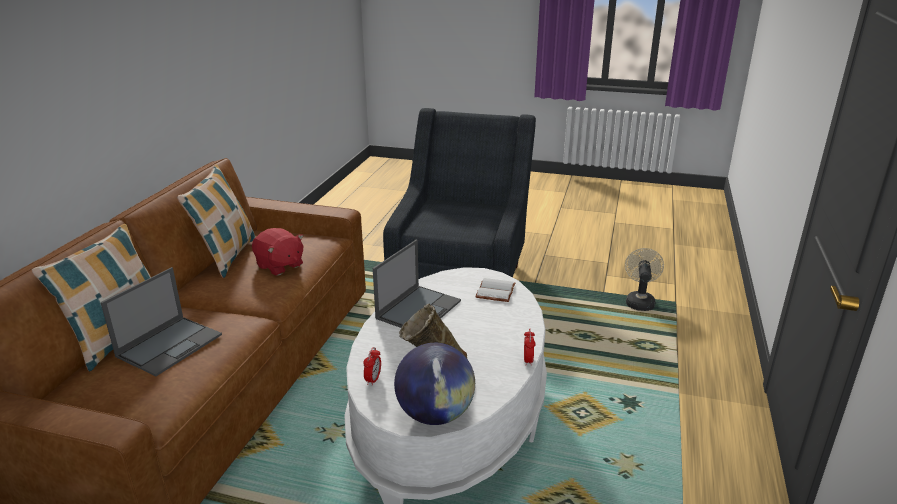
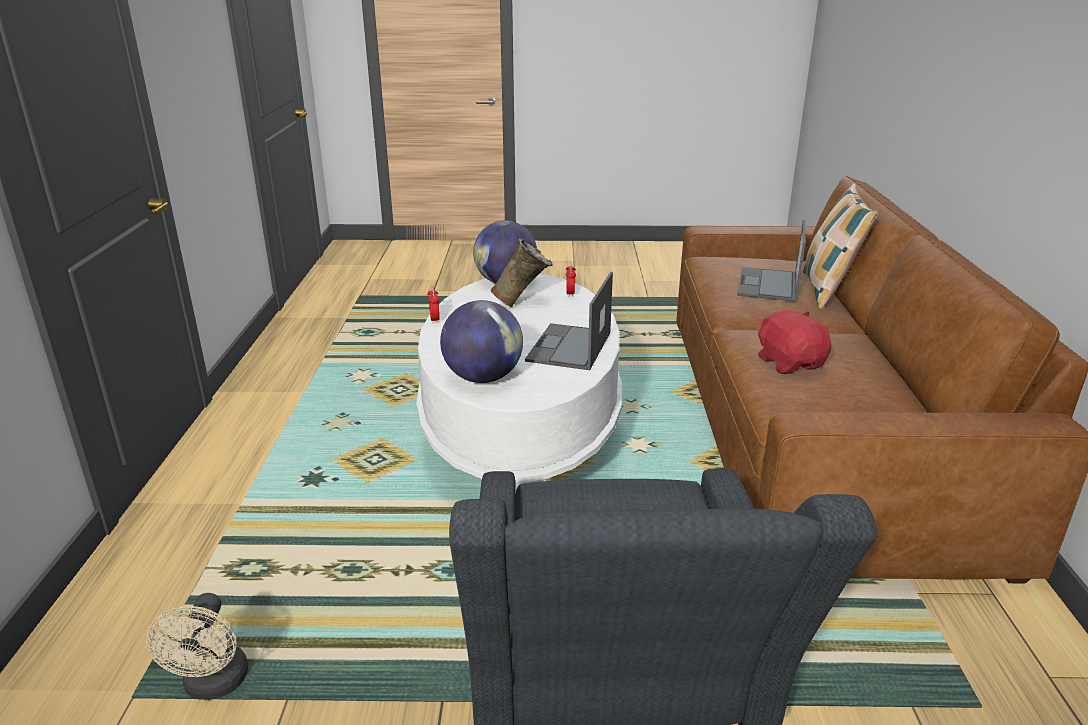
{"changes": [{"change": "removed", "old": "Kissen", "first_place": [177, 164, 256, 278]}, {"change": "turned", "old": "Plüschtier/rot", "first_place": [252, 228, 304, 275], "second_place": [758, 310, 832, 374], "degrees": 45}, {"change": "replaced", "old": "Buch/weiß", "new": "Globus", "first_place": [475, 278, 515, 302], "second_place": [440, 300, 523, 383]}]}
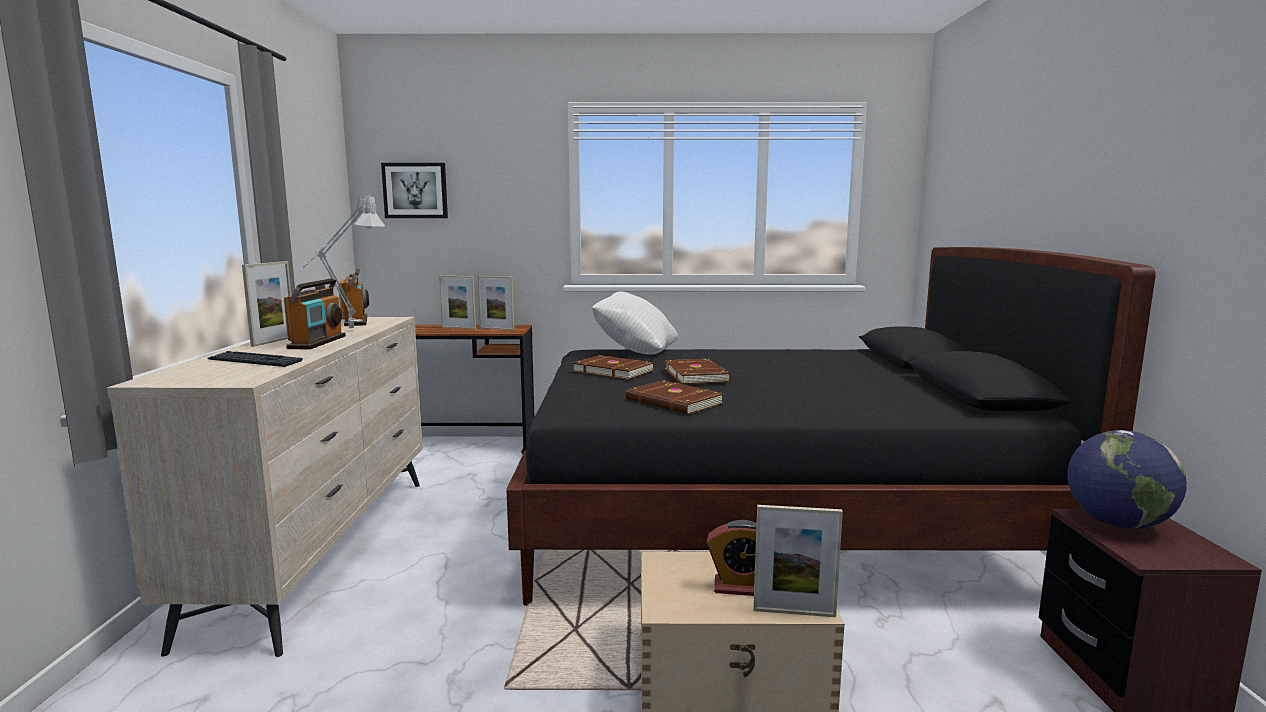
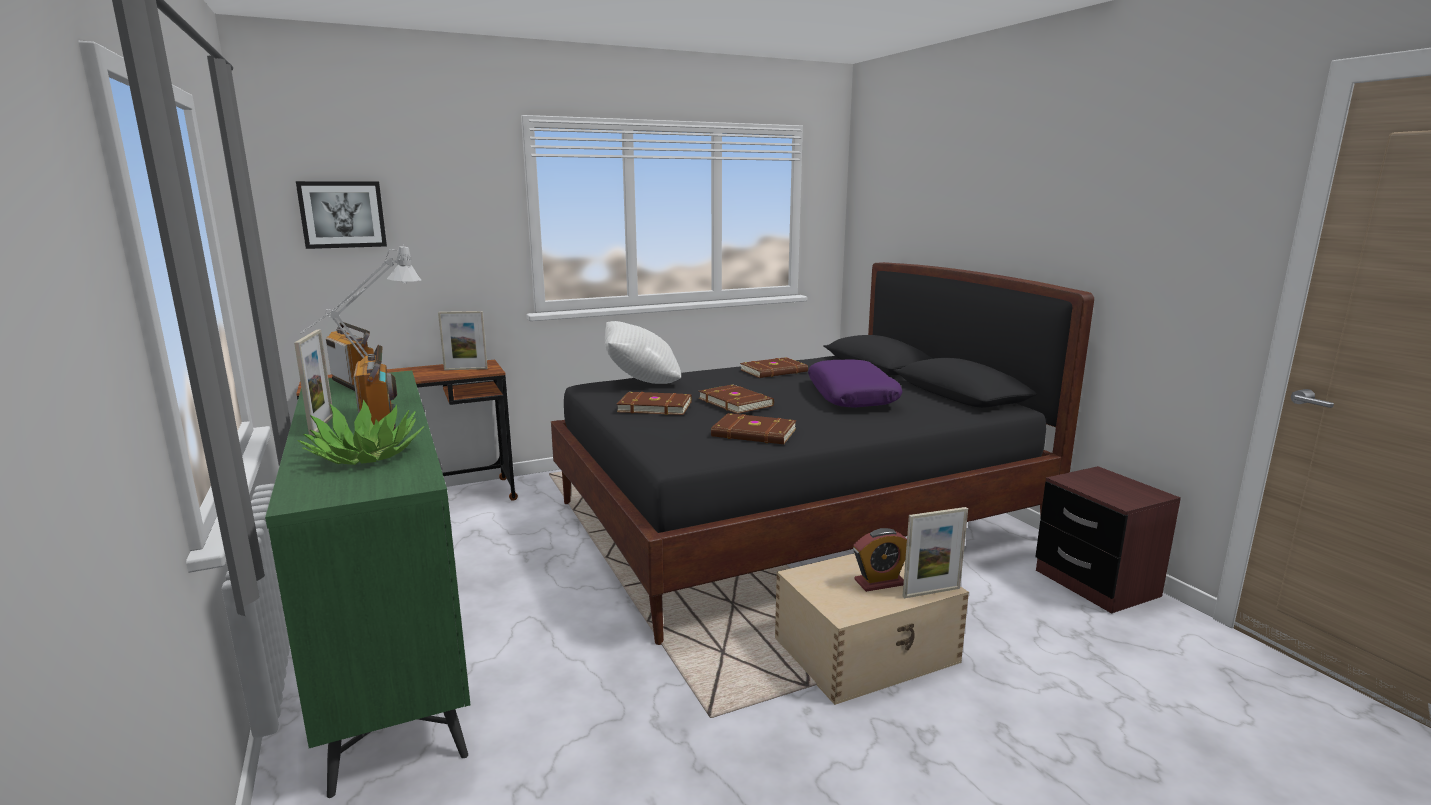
{"changes": [{"change": "recoloured", "old": "Kommode/beige", "new": "Kommode/grün", "first_place": [107, 317, 423, 657], "second_place": [265, 370, 470, 798]}, {"change": "replaced", "old": "Tastatur", "new": "Topfpflanze", "first_place": [208, 351, 303, 367], "second_place": [298, 400, 424, 465]}, {"change": "removed", "old": "Bilderrahmen", "first_place": [439, 275, 476, 329]}, {"change": "removed", "old": "Globus", "first_place": [1068, 430, 1187, 529]}, {"change": "added", "new": "Buch/braun", "second_place": [740, 357, 808, 378]}, {"change": "added", "new": "Kissen/lila", "second_place": [808, 359, 902, 408]}]}
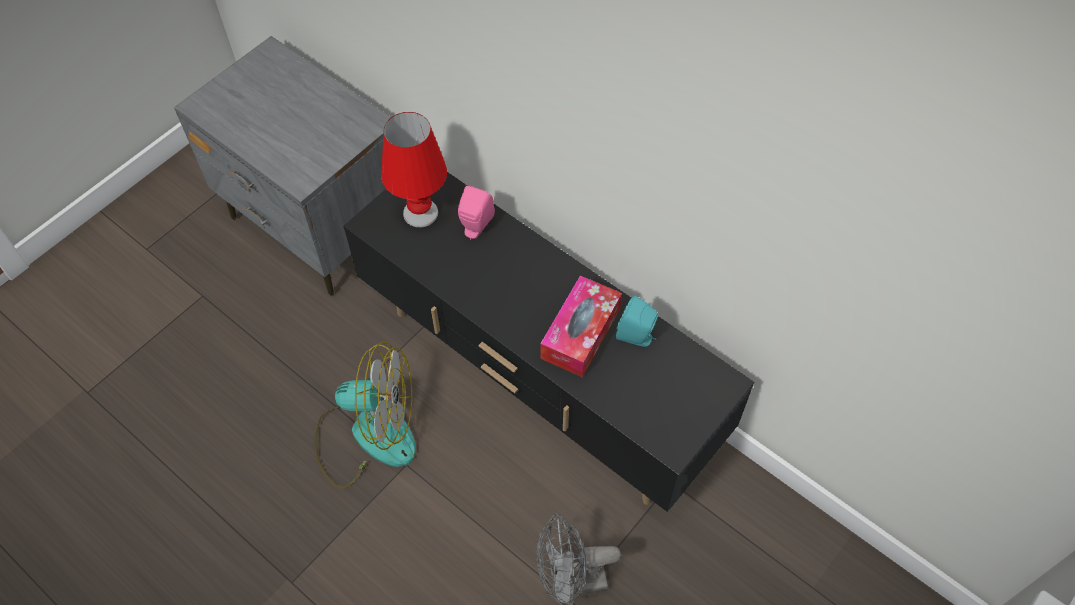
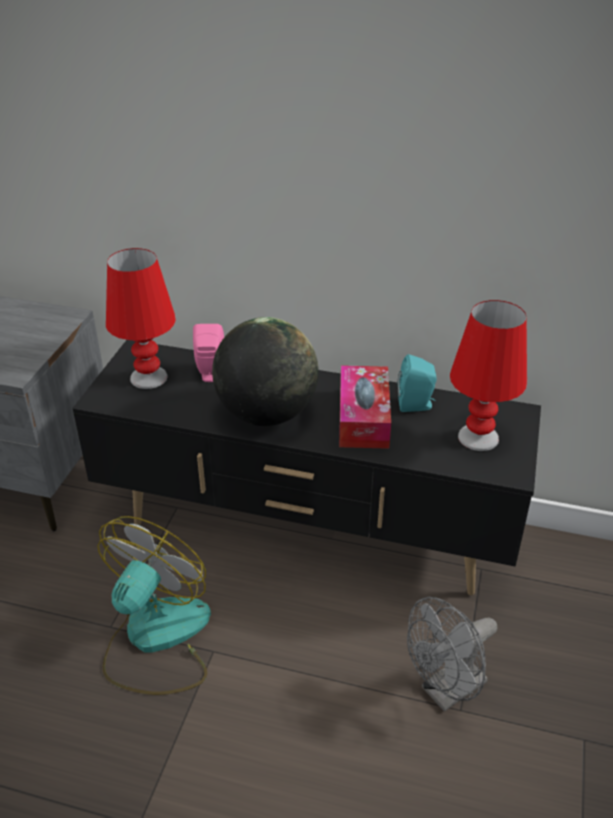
{"changes": [{"change": "turned", "old": "Ventilator", "first_place": [315, 342, 416, 489], "second_place": [97, 516, 211, 695], "degrees": -45}, {"change": "added", "new": "Globus", "second_place": [212, 317, 319, 426]}, {"change": "added", "new": "Tischlampe/rot", "second_place": [450, 300, 527, 451]}]}
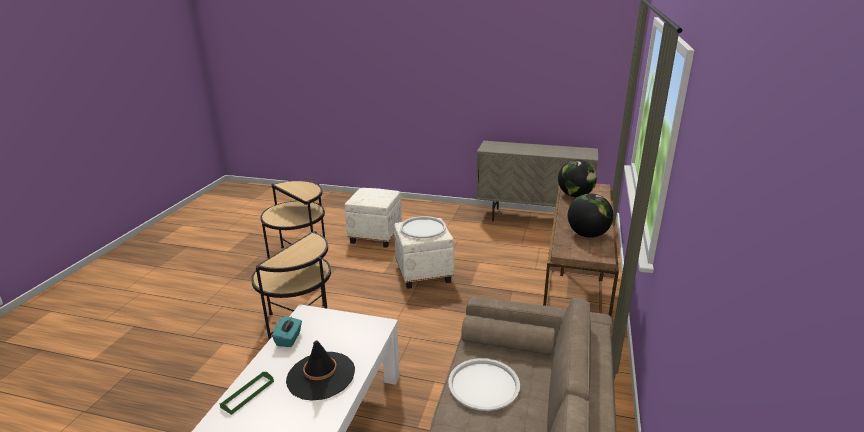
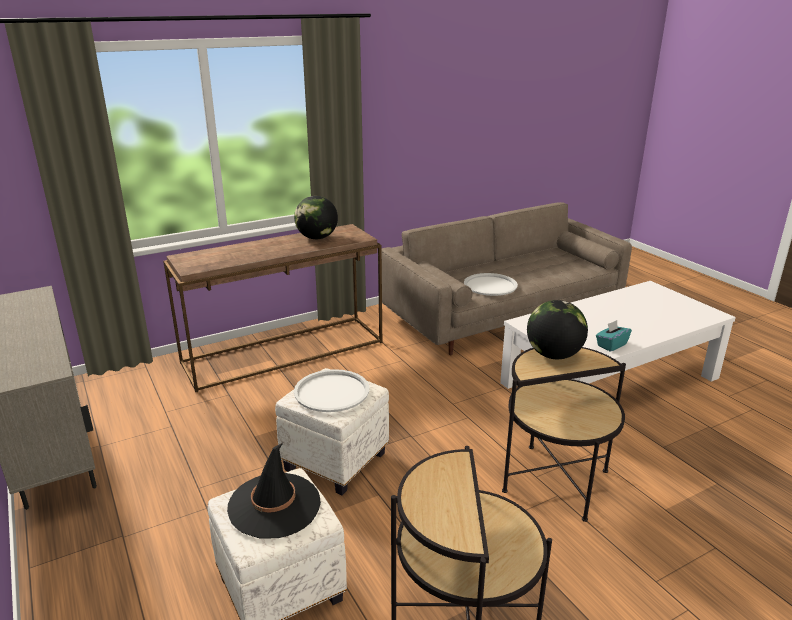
{"changes": [{"change": "removed", "old": "Tablett/grün", "first_place": [220, 372, 274, 415]}, {"change": "moved", "old": "Hut/schwarz", "first_place": [286, 341, 355, 401], "second_place": [227, 443, 321, 538]}, {"change": "moved", "old": "Globus", "first_place": [558, 159, 597, 197], "second_place": [527, 300, 588, 359]}]}
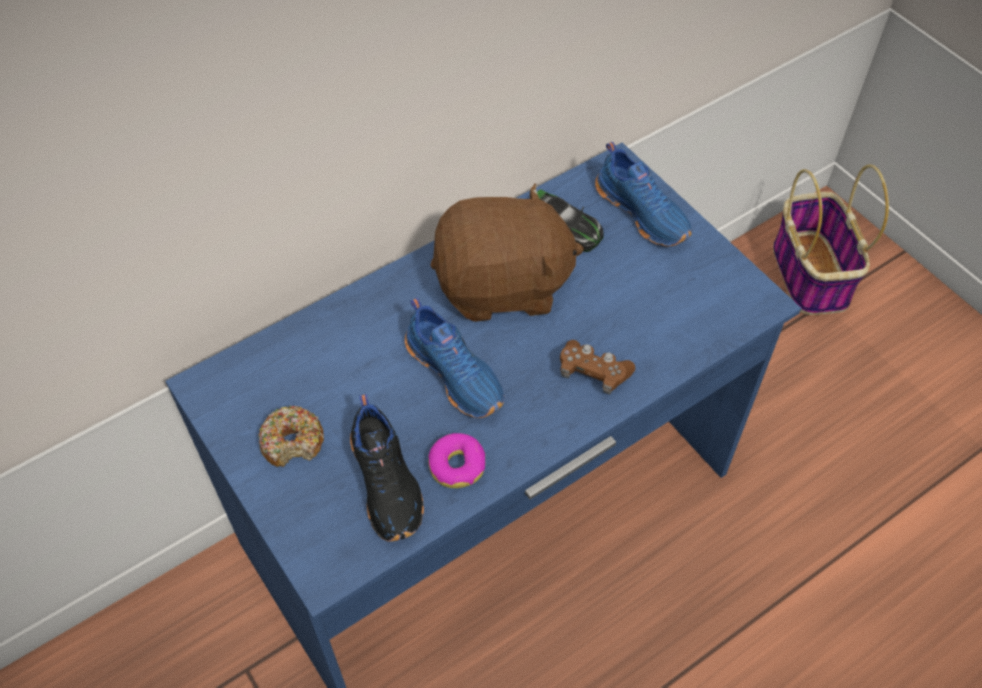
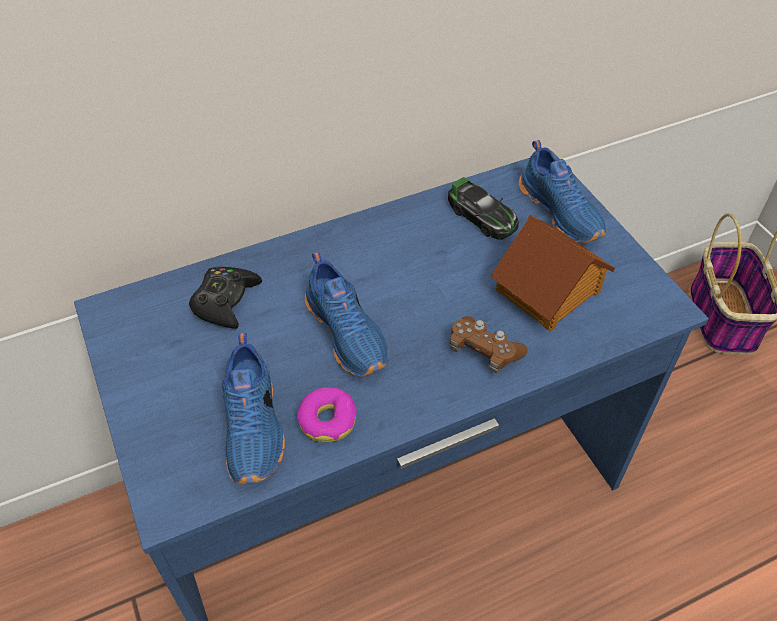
{"changes": [{"change": "removed", "old": "Donut", "first_place": [259, 406, 324, 467]}, {"change": "recoloured", "old": "Schuh/schwarz", "new": "Schuh/blau", "first_place": [350, 394, 424, 542], "second_place": [222, 333, 285, 484]}, {"change": "removed", "old": "Plüschtier/braun", "first_place": [430, 184, 584, 322]}, {"change": "added", "new": "Gamepad/schwarz", "second_place": [189, 267, 262, 329]}, {"change": "added", "new": "Spielzeughaus", "second_place": [490, 215, 615, 331]}]}
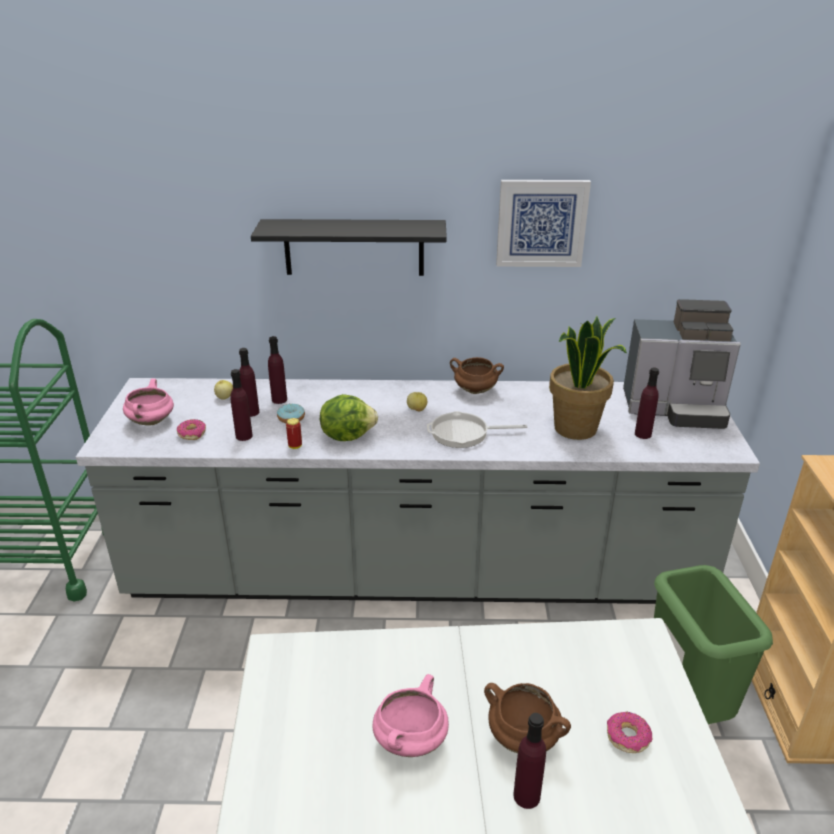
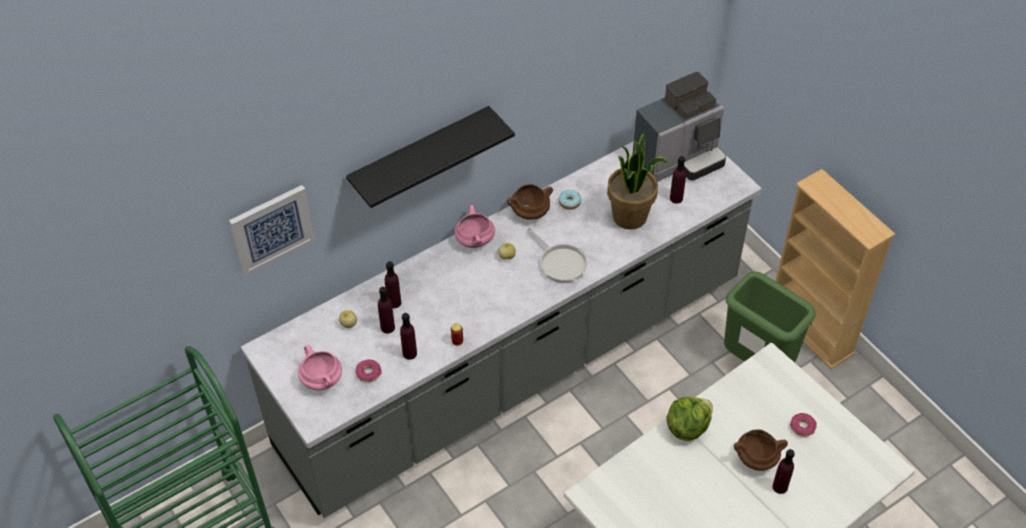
{"changes": [{"change": "moved", "old": "Donut", "first_place": [277, 403, 305, 423], "second_place": [558, 190, 581, 210]}, {"change": "moved", "old": "Salatkopf", "first_place": [320, 394, 378, 441], "second_place": [666, 397, 713, 441]}, {"change": "moved", "old": "Kochtopf/rosa", "first_place": [372, 674, 449, 757], "second_place": [455, 205, 495, 248]}, {"change": "turned", "old": "Pfanne", "first_place": [427, 411, 527, 448], "second_place": [527, 228, 587, 283], "degrees": -90}, {"change": "moved", "old": "Bild", "first_place": [496, 180, 591, 267], "second_place": [229, 185, 315, 276]}]}
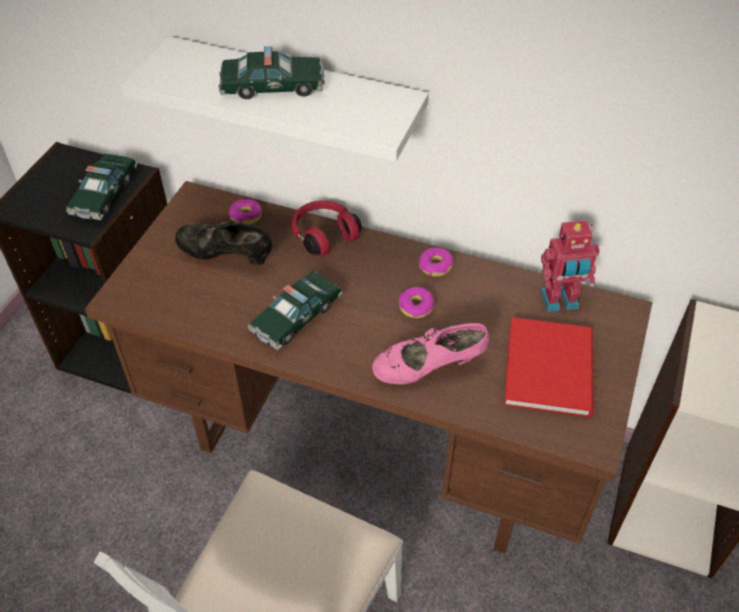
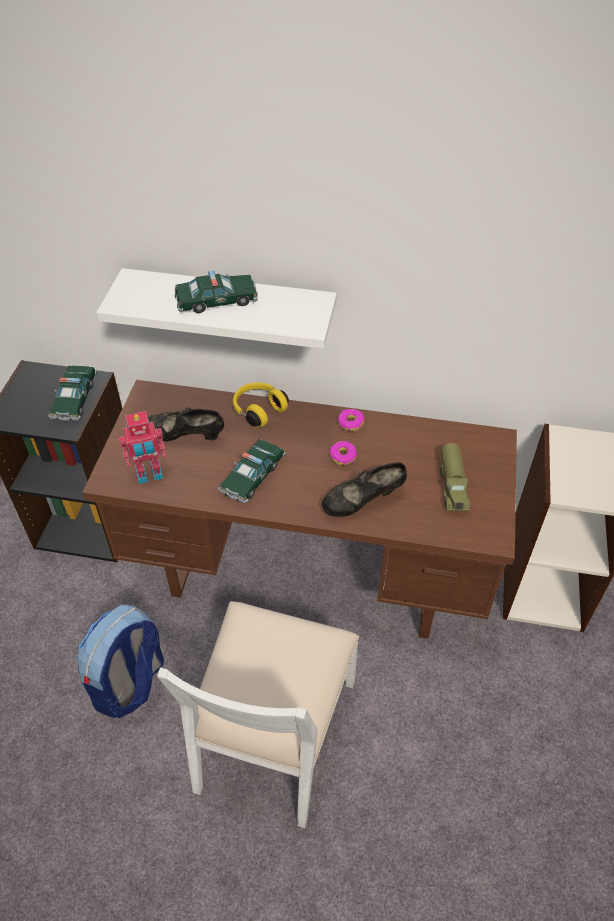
{"changes": [{"change": "removed", "old": "Donut", "first_place": [229, 199, 262, 225]}, {"change": "recoloured", "old": "Kopfhörer/rot", "new": "Kopfhörer/gelb", "first_place": [291, 200, 362, 257], "second_place": [233, 382, 289, 427]}, {"change": "recoloured", "old": "Schuh/rosa", "new": "Schuh/schwarz", "first_place": [372, 323, 489, 385], "second_place": [322, 462, 407, 517]}, {"change": "replaced", "old": "Buch/rot", "new": "Spielzeuglaster", "first_place": [504, 317, 593, 417], "second_place": [440, 443, 471, 511]}, {"change": "moved", "old": "Spielzeugroboter", "first_place": [541, 220, 600, 312], "second_place": [119, 411, 166, 484]}, {"change": "added", "new": "Rucksack", "second_place": [77, 604, 164, 718]}]}
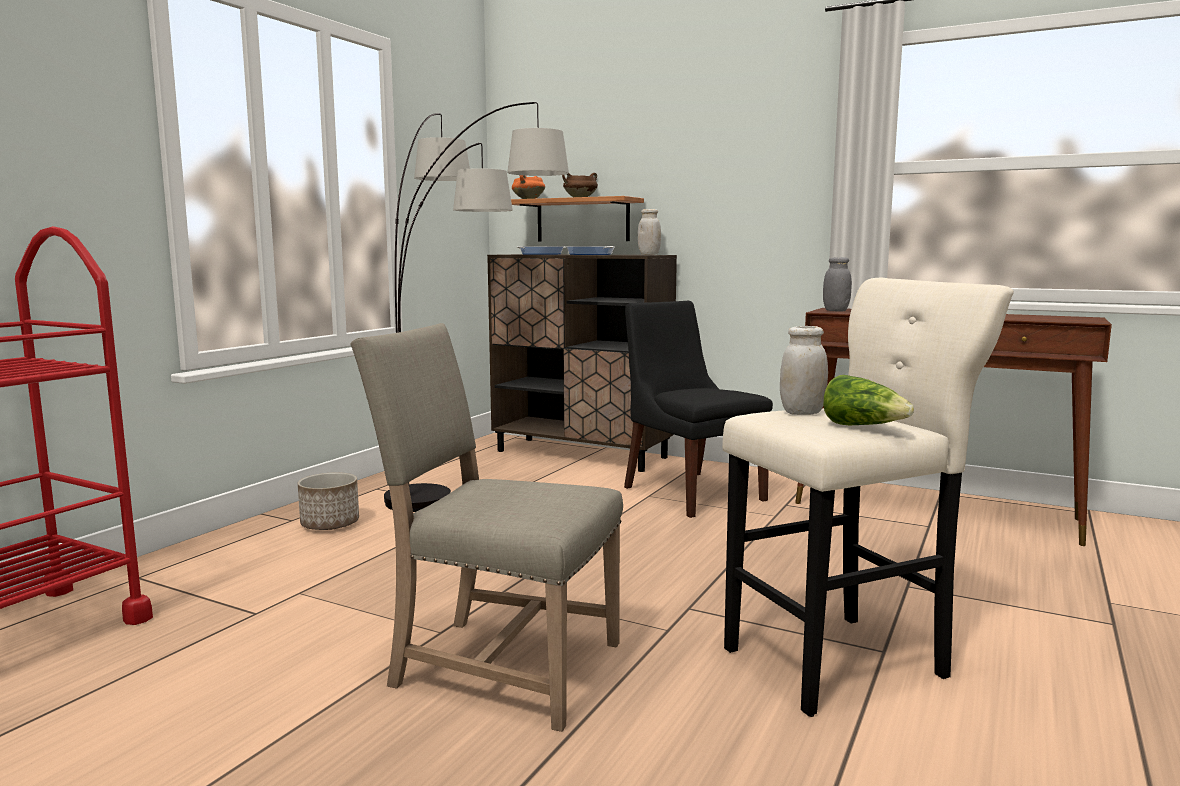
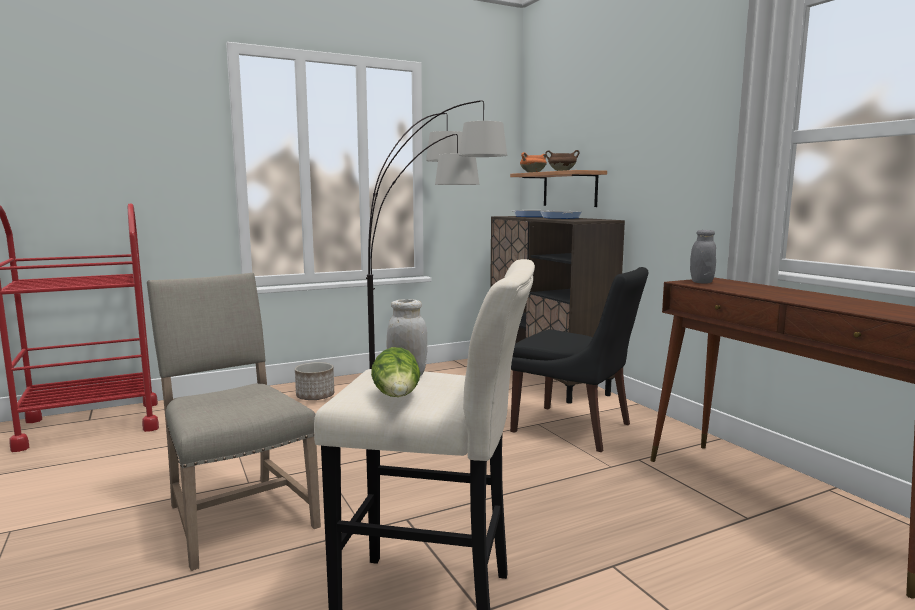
{"changes": [{"change": "turned", "old": "Stuhl/schwarz", "first_place": [624, 301, 773, 518], "second_place": [510, 267, 648, 452], "degrees": 120}, {"change": "removed", "old": "Vorratsglas/weiß", "first_place": [638, 209, 661, 255]}]}
